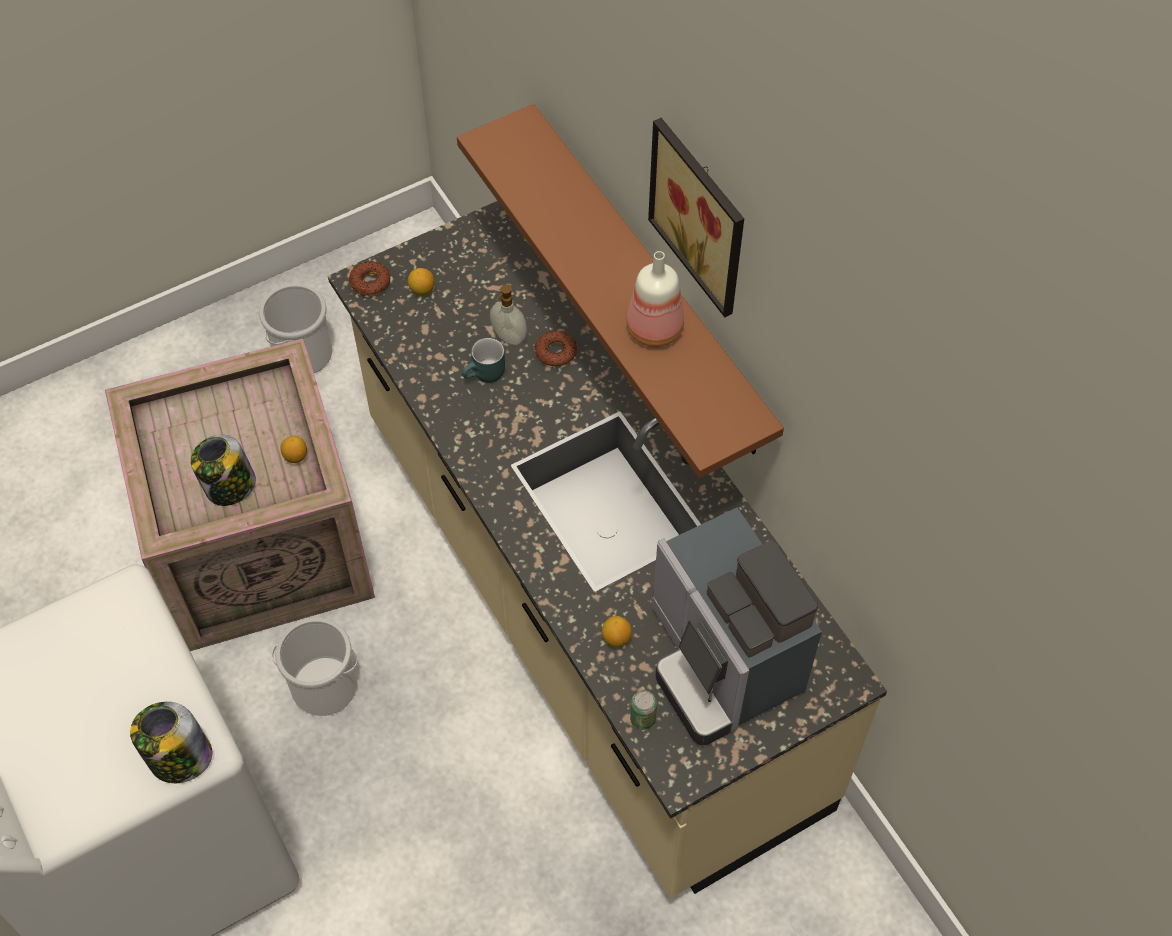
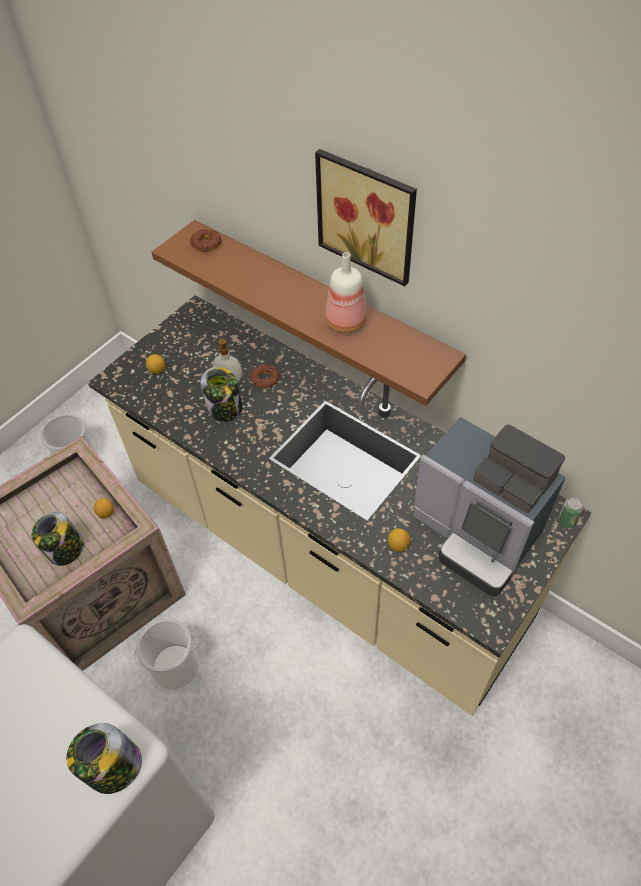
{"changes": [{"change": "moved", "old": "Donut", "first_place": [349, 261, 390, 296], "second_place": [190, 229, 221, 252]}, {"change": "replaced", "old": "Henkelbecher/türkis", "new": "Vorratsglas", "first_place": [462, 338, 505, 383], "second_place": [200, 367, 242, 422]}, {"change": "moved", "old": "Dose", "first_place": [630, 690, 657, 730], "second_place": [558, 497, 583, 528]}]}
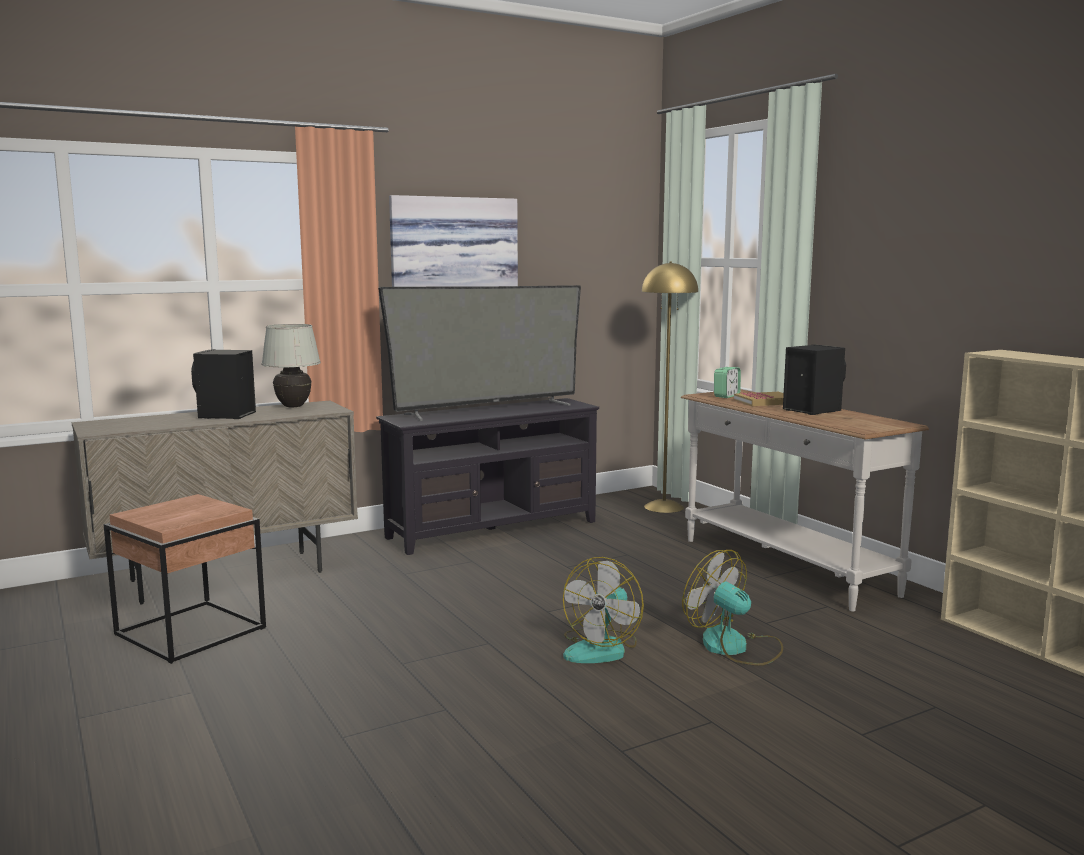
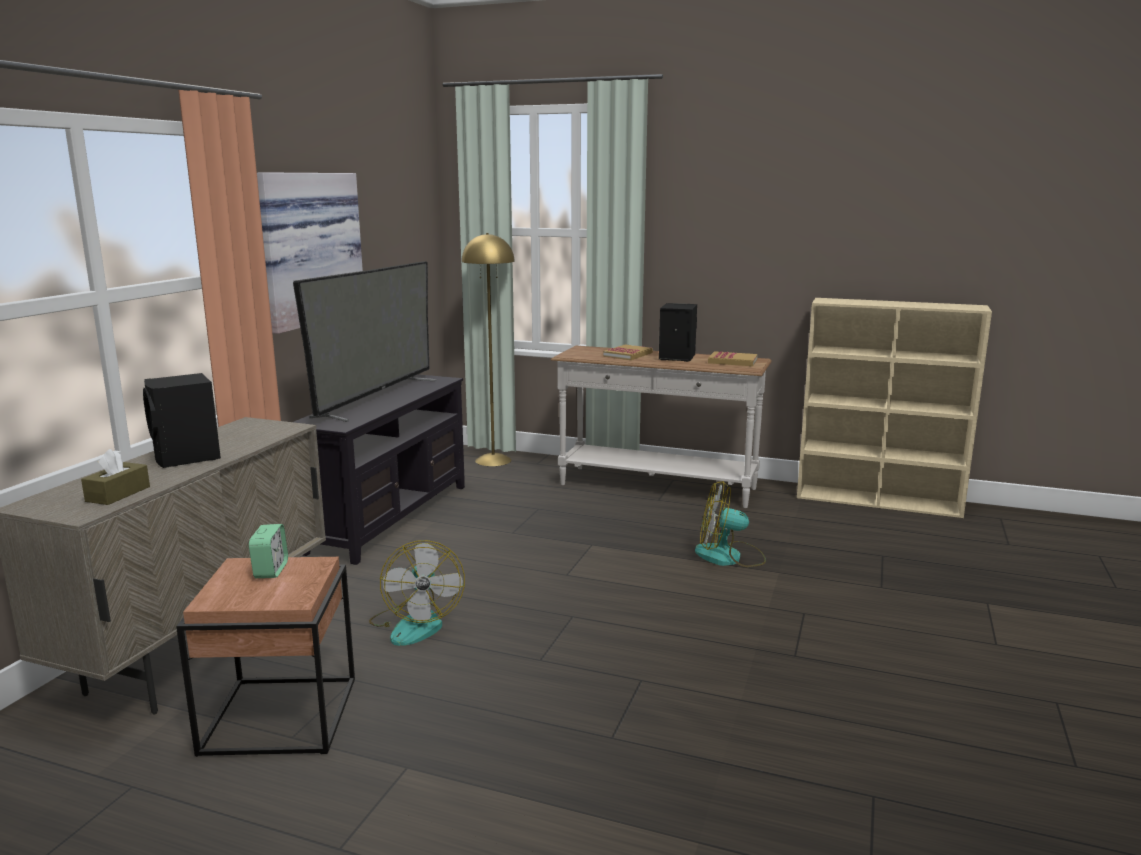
{"changes": [{"change": "removed", "old": "Tischlampe/weiß", "first_place": [261, 324, 321, 407]}, {"change": "moved", "old": "Ventilator", "first_place": [563, 557, 644, 663], "second_place": [369, 540, 465, 646]}, {"change": "moved", "old": "Wecker", "first_place": [714, 367, 741, 398], "second_place": [249, 524, 288, 578]}, {"change": "added", "new": "Taschentuchbox/braun", "second_place": [81, 449, 150, 505]}, {"change": "added", "new": "Buch", "second_place": [708, 351, 758, 366]}]}
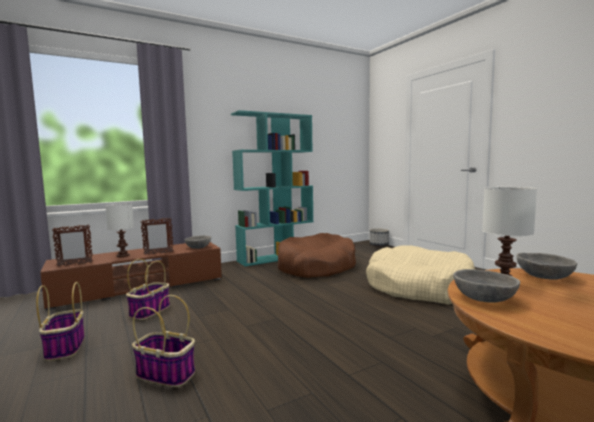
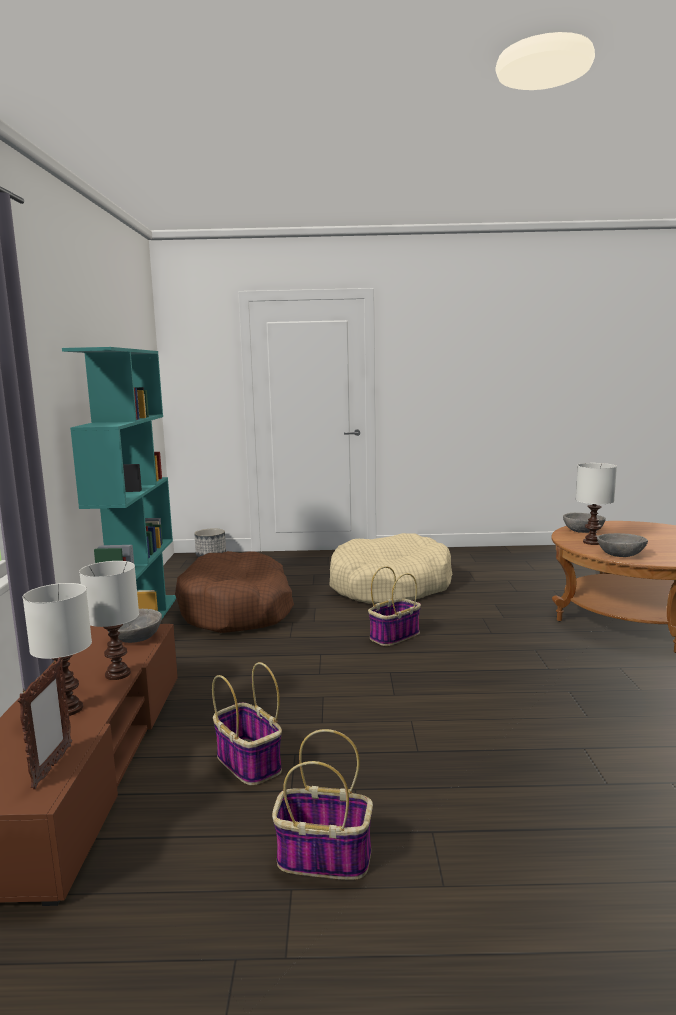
{"changes": [{"change": "moved", "old": "Korb", "first_place": [132, 295, 195, 387], "second_place": [368, 566, 421, 646]}, {"change": "replaced", "old": "Bilderrahmen", "new": "Tischlampe/weiß", "first_place": [141, 218, 174, 255], "second_place": [79, 561, 139, 680]}]}
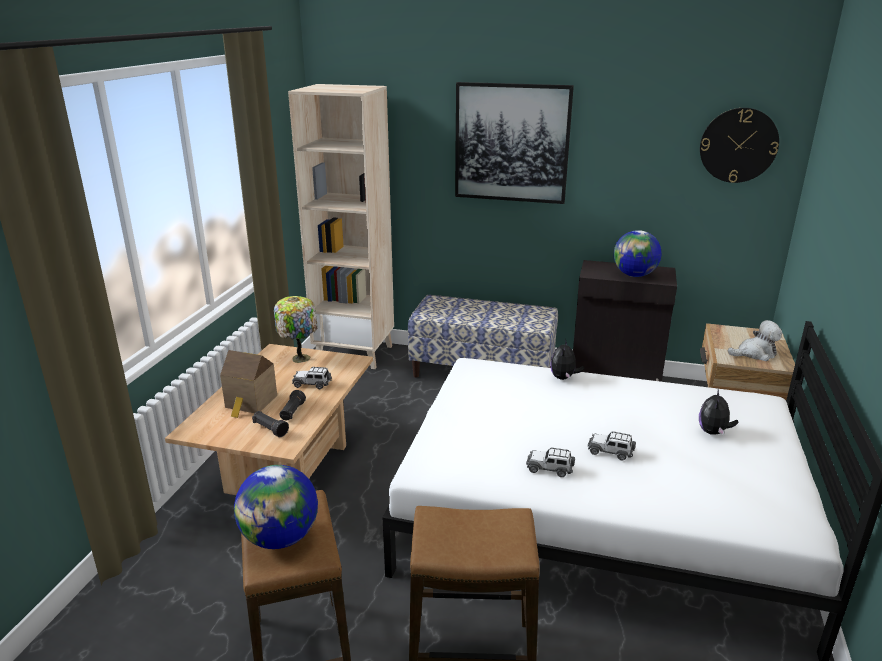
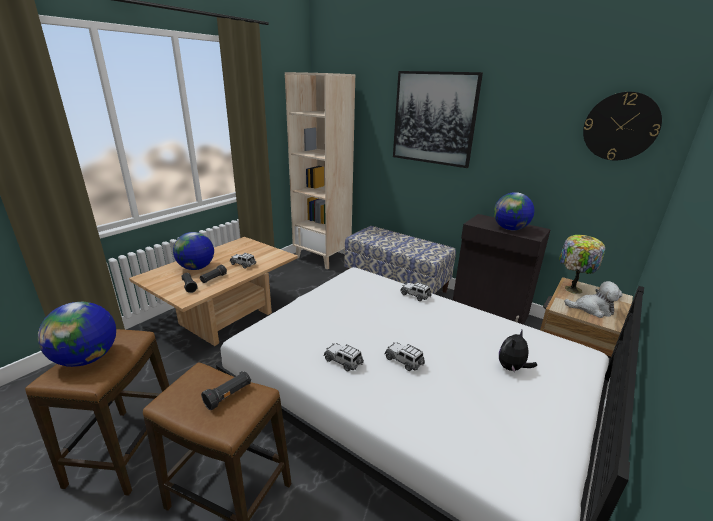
{"changes": [{"change": "replaced", "old": "Spielzeughaus", "new": "Globus", "first_place": [220, 350, 277, 418], "second_place": [173, 232, 214, 270]}, {"change": "moved", "old": "Tischlampe", "first_place": [274, 296, 317, 363], "second_place": [559, 235, 605, 294]}, {"change": "replaced", "old": "Plüschtier", "new": "Spielzeugauto", "first_place": [550, 339, 584, 380], "second_place": [400, 282, 432, 301]}, {"change": "added", "new": "Taschenlampe/schwarz", "second_place": [201, 371, 251, 410]}]}
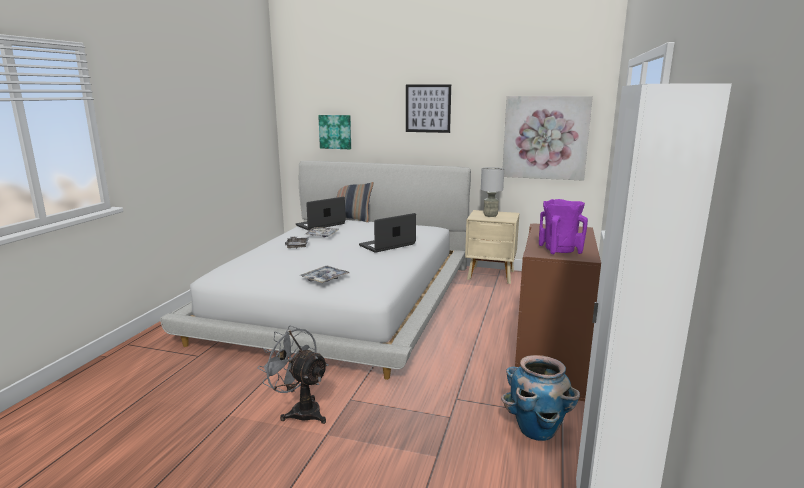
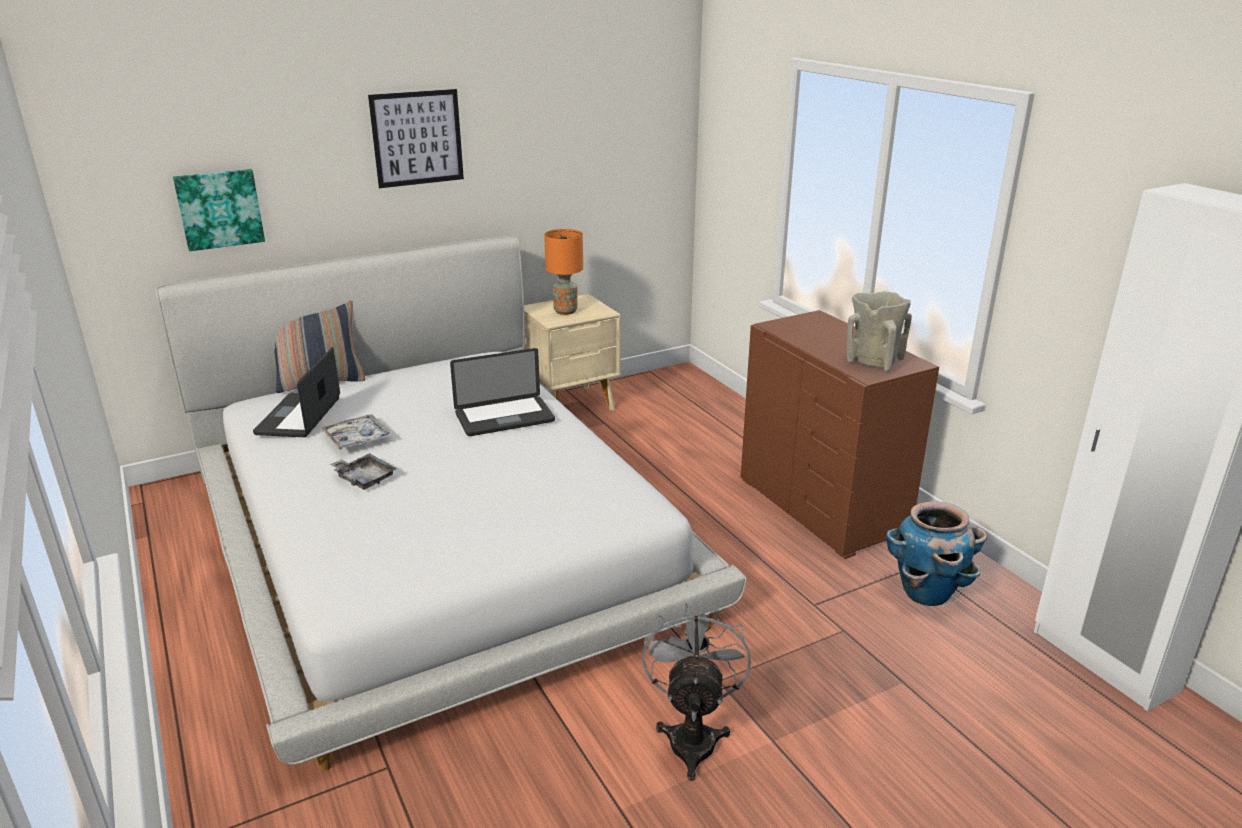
{"changes": [{"change": "turned", "old": "Ventilator/grau", "first_place": [258, 326, 329, 424], "second_place": [642, 603, 751, 781], "degrees": 105}, {"change": "removed", "old": "Tablett", "first_place": [300, 266, 350, 283]}, {"change": "turned", "old": "Laptop", "first_place": [359, 213, 416, 253], "second_place": [450, 348, 555, 436], "degrees": -120}, {"change": "recoloured", "old": "Tischlampe/grau", "new": "Tischlampe/orange", "first_place": [481, 167, 504, 217], "second_place": [544, 229, 583, 315]}, {"change": "removed", "old": "Bild", "first_place": [503, 96, 593, 181]}, {"change": "recoloured", "old": "Vase/lila", "new": "Vase/beige", "first_place": [539, 199, 588, 254], "second_place": [847, 291, 912, 372]}]}
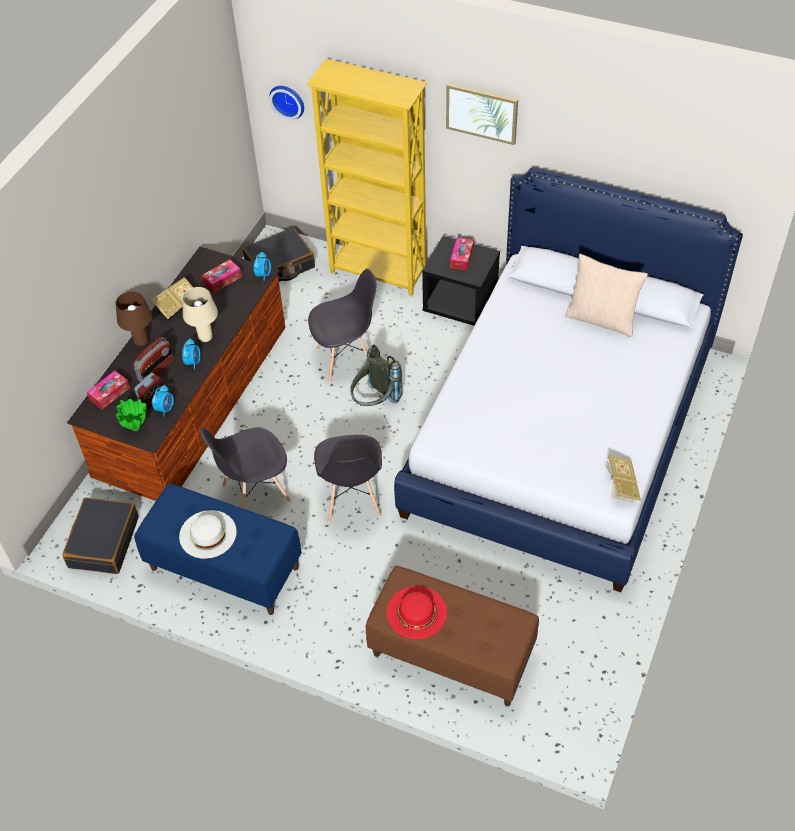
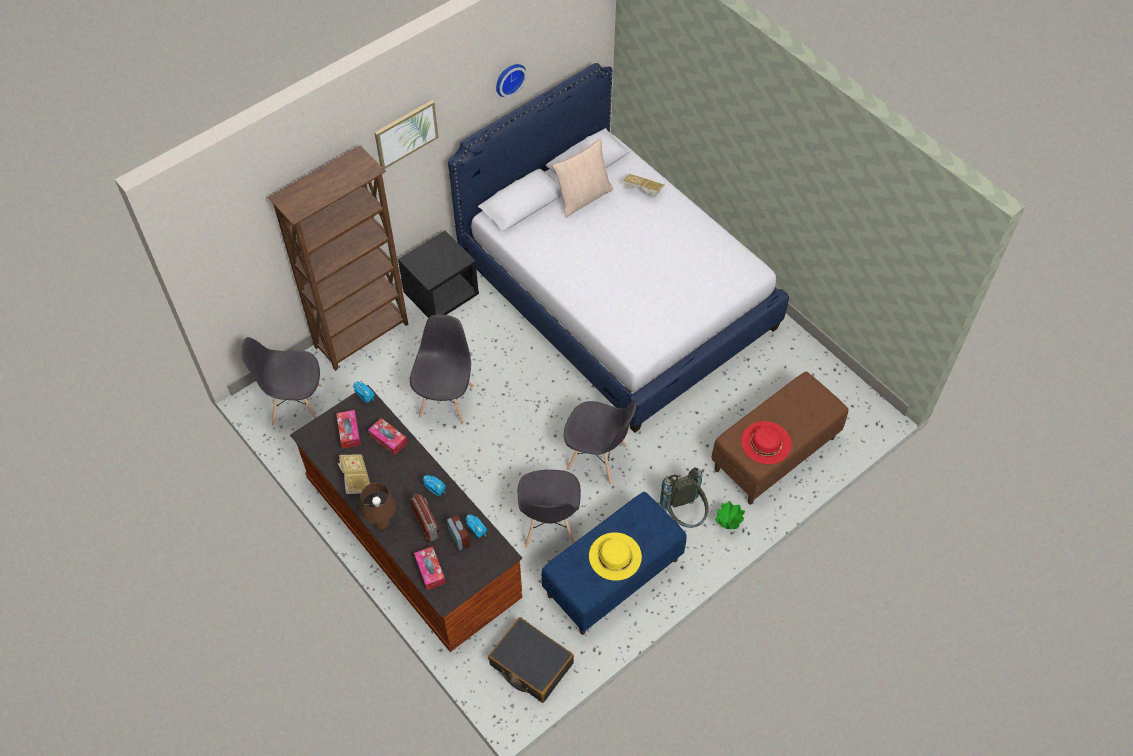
{"changes": [{"change": "moved", "old": "Vase/grün", "first_place": [116, 399, 147, 431], "second_place": [715, 501, 745, 529]}, {"change": "recoloured", "old": "Hut/weiß", "new": "Hut/gelb", "first_place": [179, 510, 237, 559], "second_place": [589, 532, 642, 581]}, {"change": "removed", "old": "Tischlampe/beige", "first_place": [182, 287, 218, 342]}, {"change": "replaced", "old": "Koffer/schwarz", "new": "Stuhl/grau", "first_place": [242, 227, 315, 282], "second_place": [241, 337, 322, 426]}, {"change": "moved", "old": "Wanduhr", "first_place": [269, 86, 304, 120], "second_place": [496, 64, 527, 97]}, {"change": "recoloured", "old": "Bücherregal/gelb", "new": "Bücherregal/braun", "first_place": [306, 59, 427, 296], "second_place": [268, 145, 408, 371]}, {"change": "moved", "old": "Rucksack/grau", "first_place": [350, 345, 402, 406], "second_place": [658, 467, 709, 528]}, {"change": "moved", "old": "Taschentuchbox", "first_place": [450, 237, 474, 270], "second_place": [368, 418, 407, 455]}, {"change": "moved", "old": "Buch", "first_place": [604, 455, 641, 503], "second_place": [623, 174, 664, 198]}]}
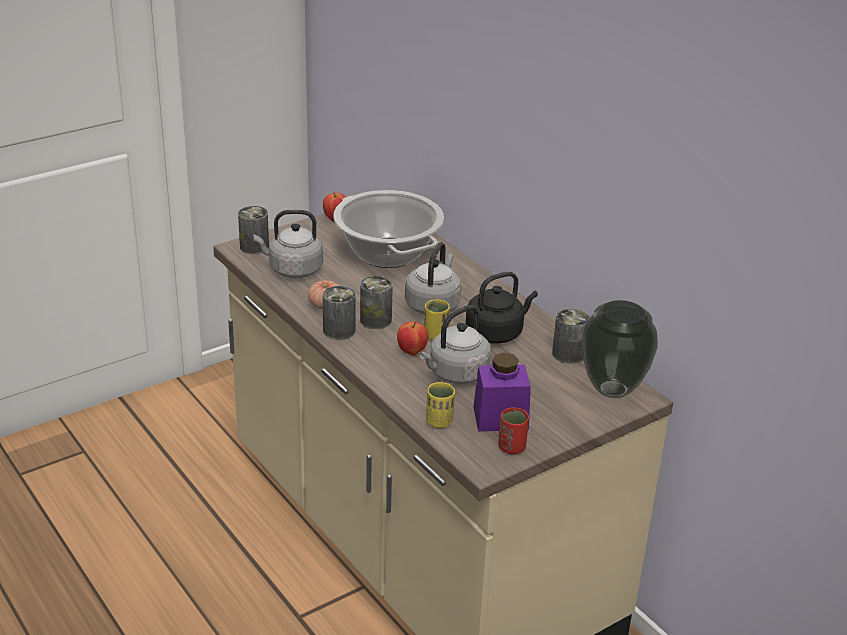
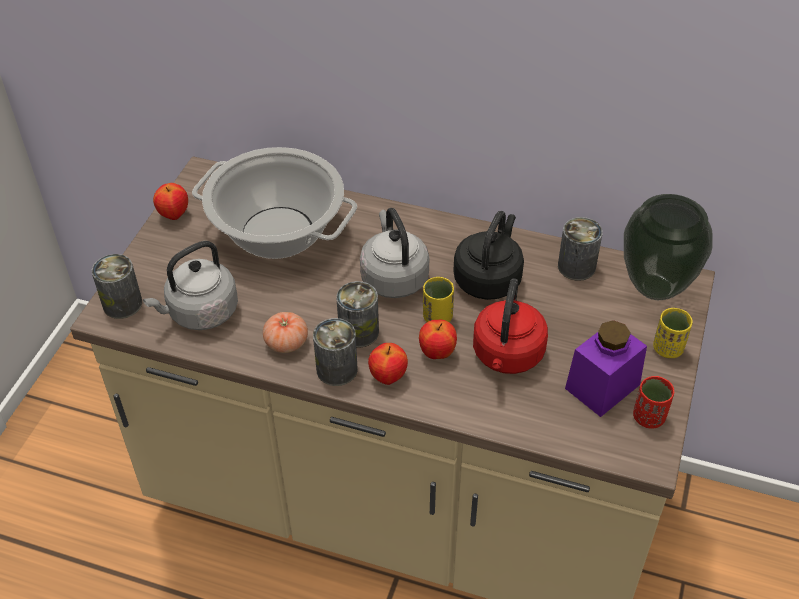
{"changes": [{"change": "recoloured", "old": "Wasserkessel/grau", "new": "Wasserkessel/rot", "first_place": [419, 305, 491, 384], "second_place": [473, 278, 548, 374]}, {"change": "moved", "old": "Tasse/gelb", "first_place": [426, 382, 455, 428], "second_place": [653, 308, 693, 358]}, {"change": "added", "new": "Apfel", "second_place": [368, 343, 408, 385]}]}
